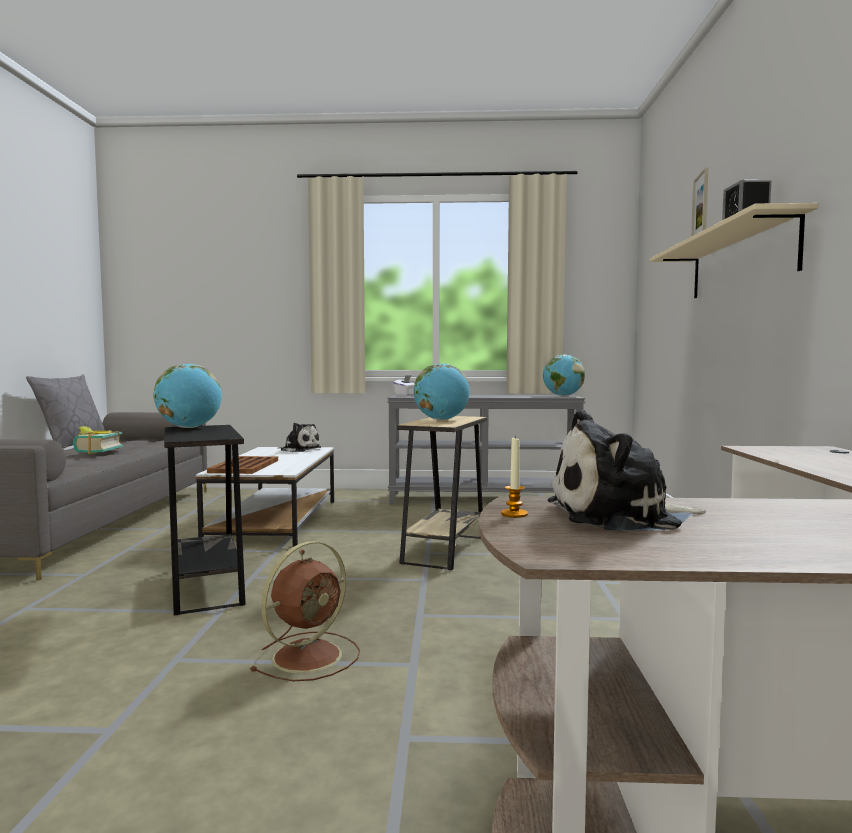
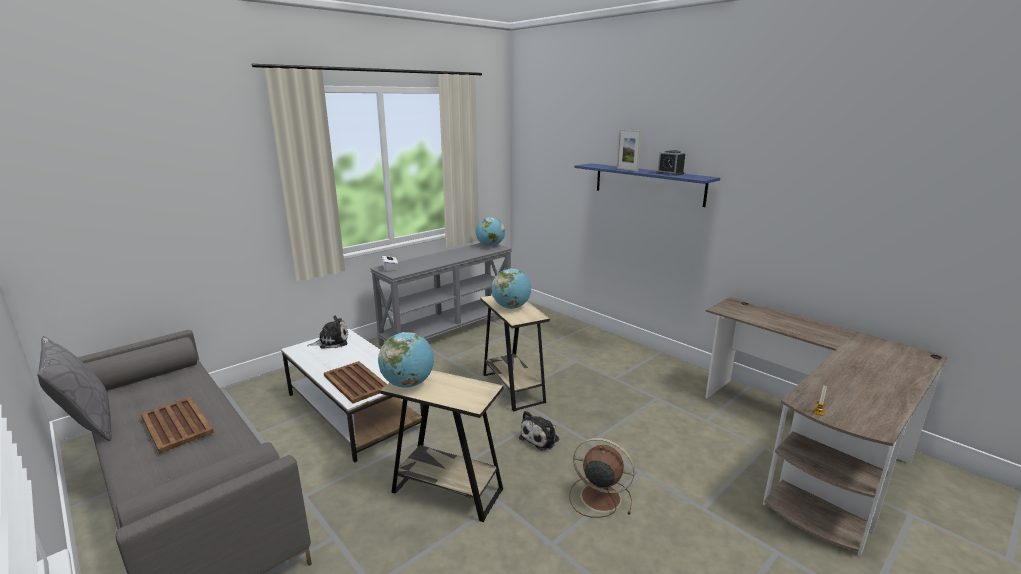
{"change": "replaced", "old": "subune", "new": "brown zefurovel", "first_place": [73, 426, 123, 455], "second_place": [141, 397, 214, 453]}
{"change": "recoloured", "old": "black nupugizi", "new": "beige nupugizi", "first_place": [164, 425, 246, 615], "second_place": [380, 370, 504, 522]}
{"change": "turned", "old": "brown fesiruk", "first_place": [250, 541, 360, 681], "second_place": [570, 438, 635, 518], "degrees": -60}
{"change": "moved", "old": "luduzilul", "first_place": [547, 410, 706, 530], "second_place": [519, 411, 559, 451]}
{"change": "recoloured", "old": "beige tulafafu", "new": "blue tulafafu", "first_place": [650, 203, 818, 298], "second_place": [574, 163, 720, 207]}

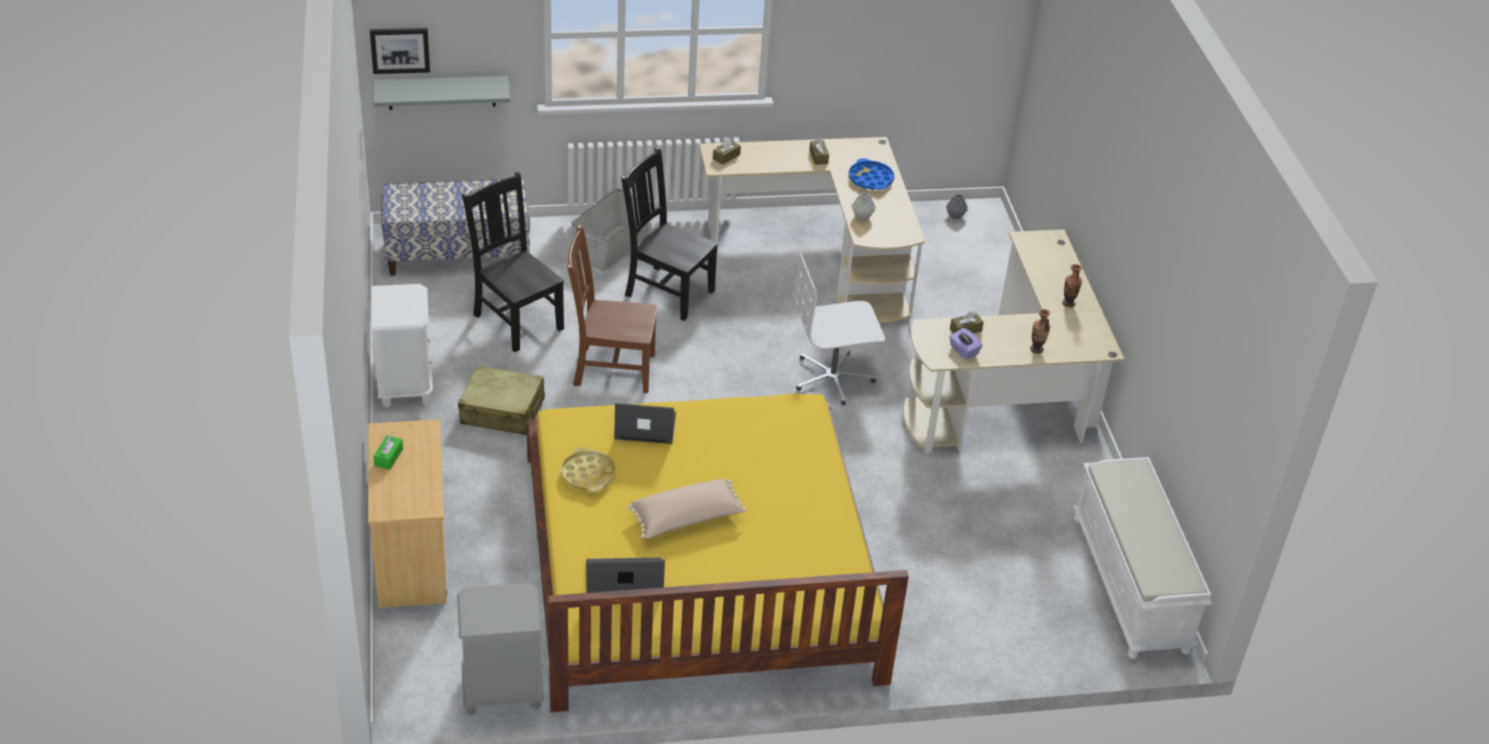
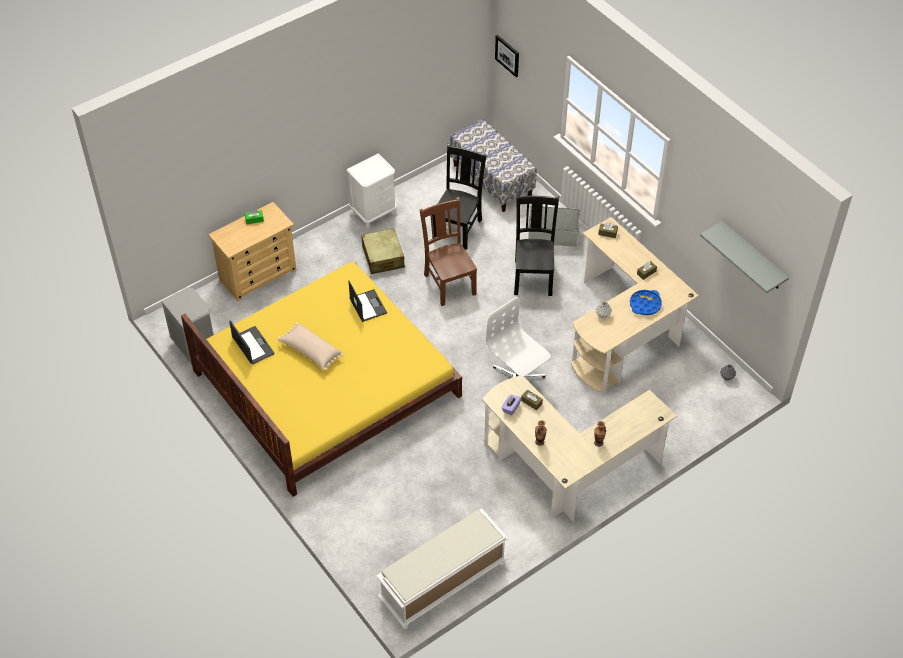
{"change": "moved", "old": "grey tulafafu", "first_place": [374, 76, 510, 110], "second_place": [700, 221, 789, 293]}
{"change": "removed", "old": "yellow zefurovel", "first_place": [561, 447, 616, 492]}

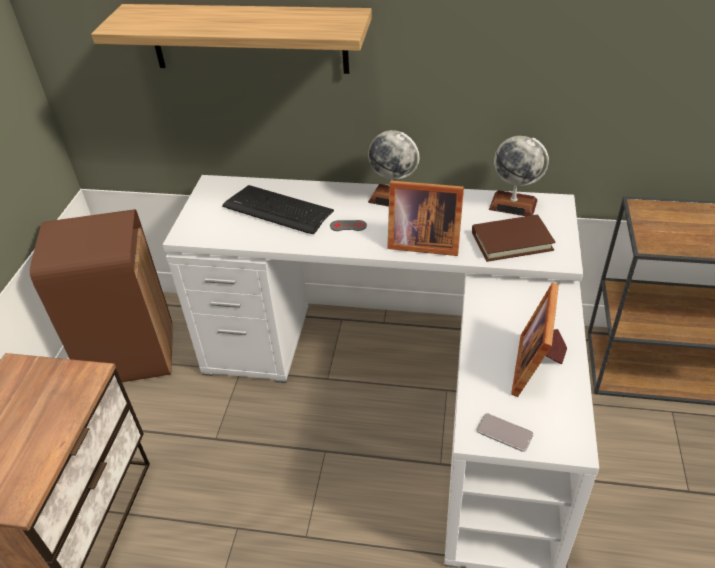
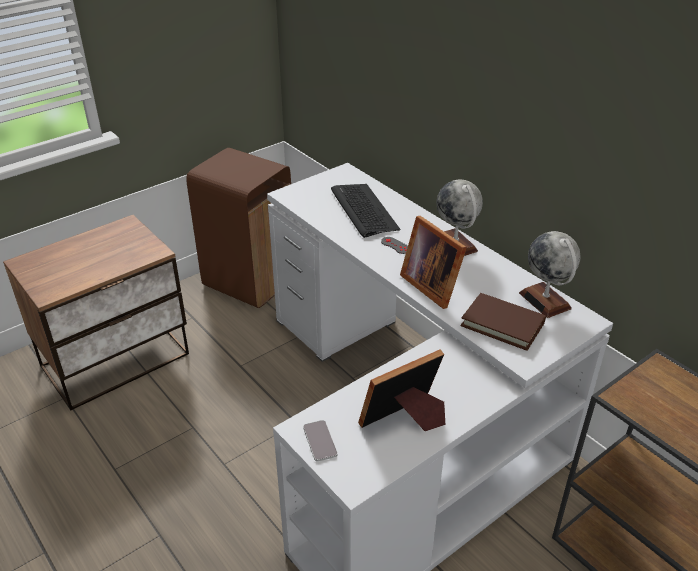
{"change": "removed", "old": "tulafafu", "first_place": [91, 4, 372, 74]}

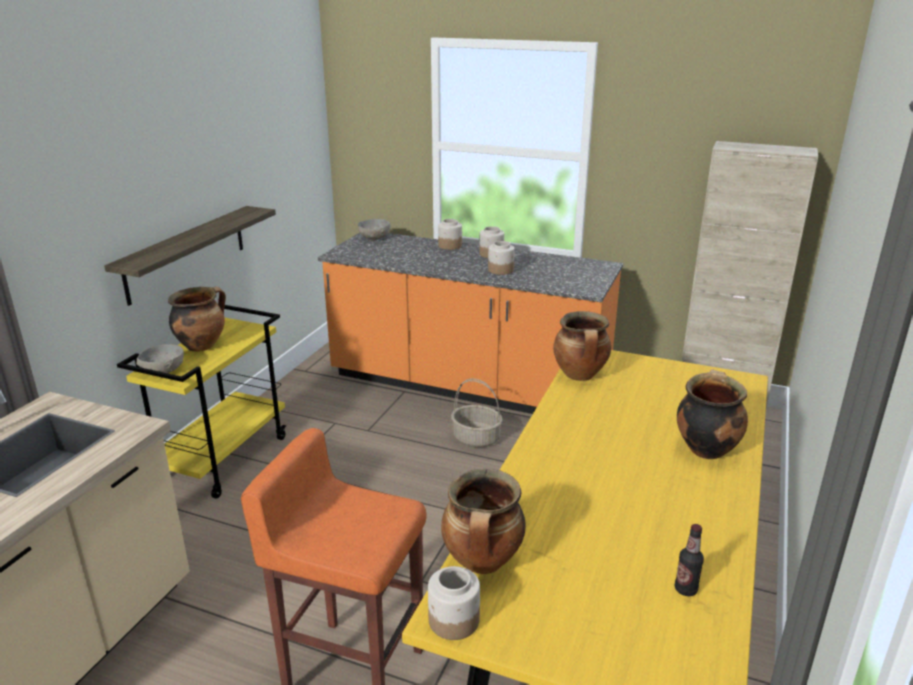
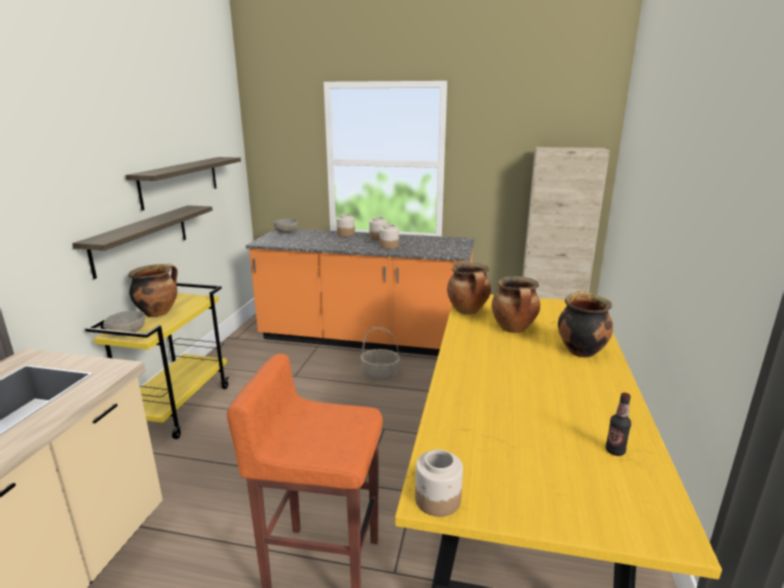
{"change": "moved", "old": "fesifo", "first_place": [441, 469, 526, 574], "second_place": [492, 276, 540, 333]}
{"change": "added", "new": "tulafafu", "second_place": [125, 157, 241, 211]}

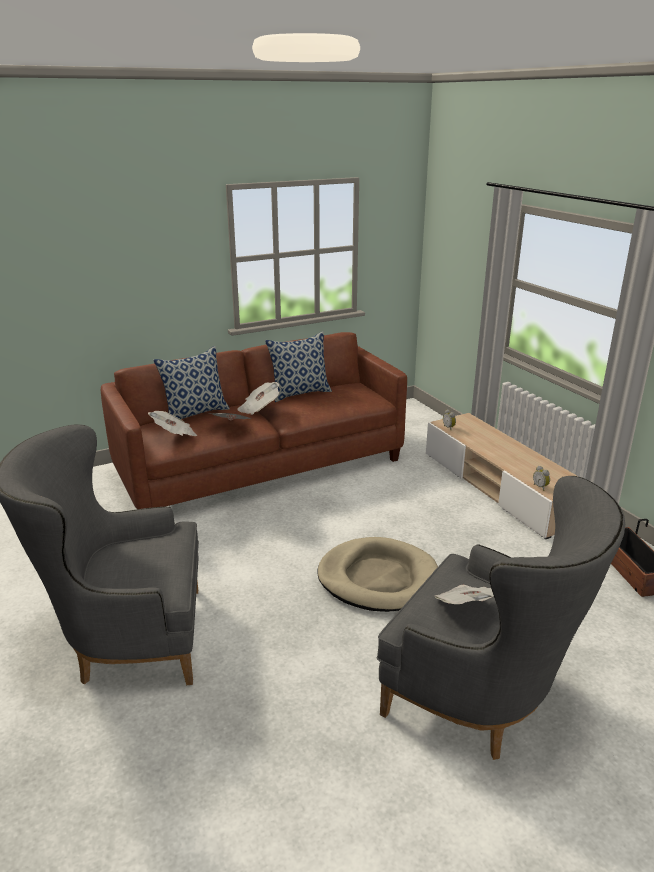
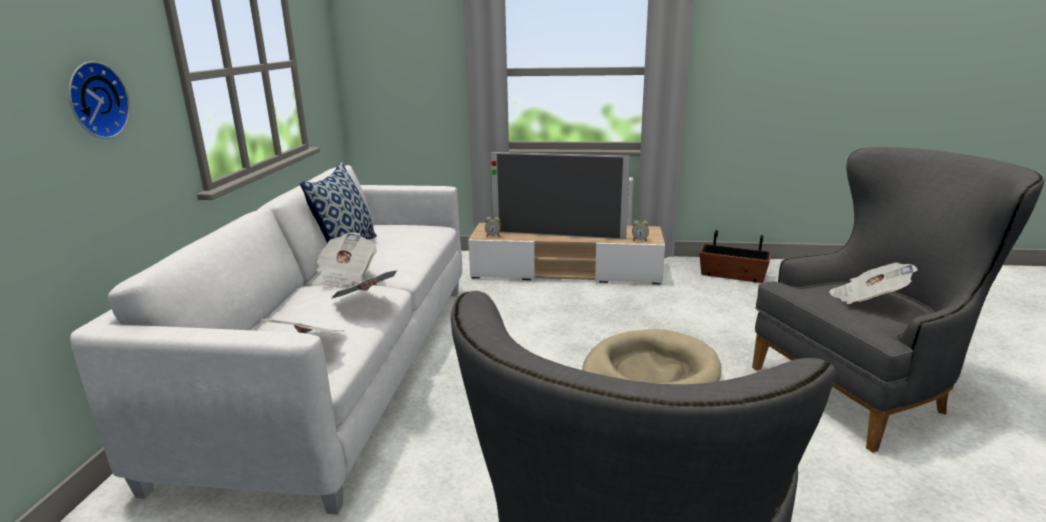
{"change": "recoloured", "old": "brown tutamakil", "new": "white tutamakil", "first_place": [101, 332, 407, 509], "second_place": [70, 165, 462, 515]}
{"change": "removed", "old": "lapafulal", "first_place": [153, 346, 230, 419]}
{"change": "added", "new": "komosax", "second_place": [69, 61, 130, 139]}
{"change": "added", "new": "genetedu", "second_place": [490, 152, 630, 240]}

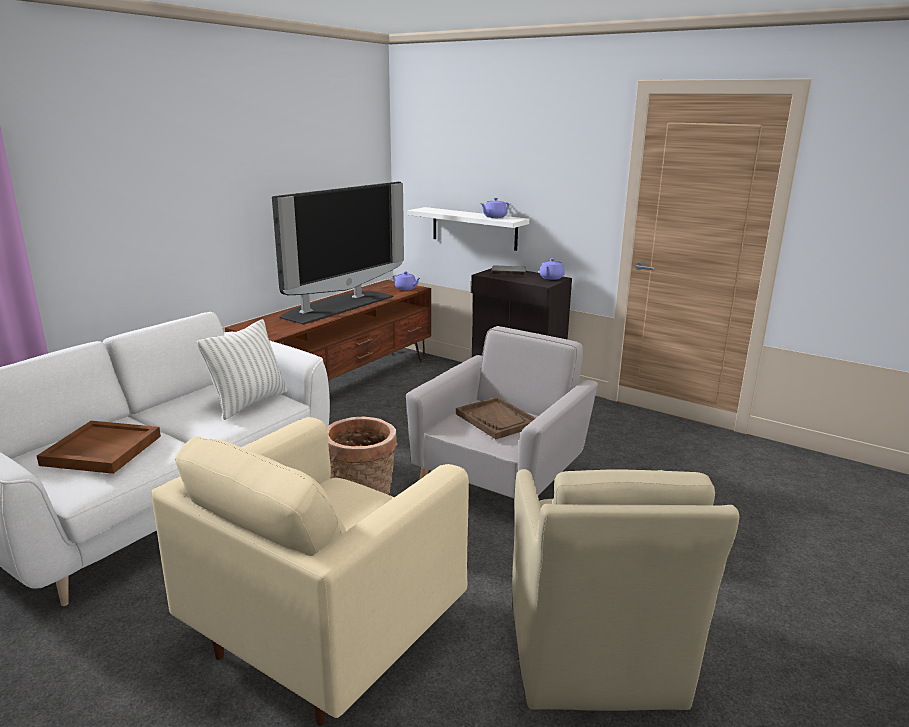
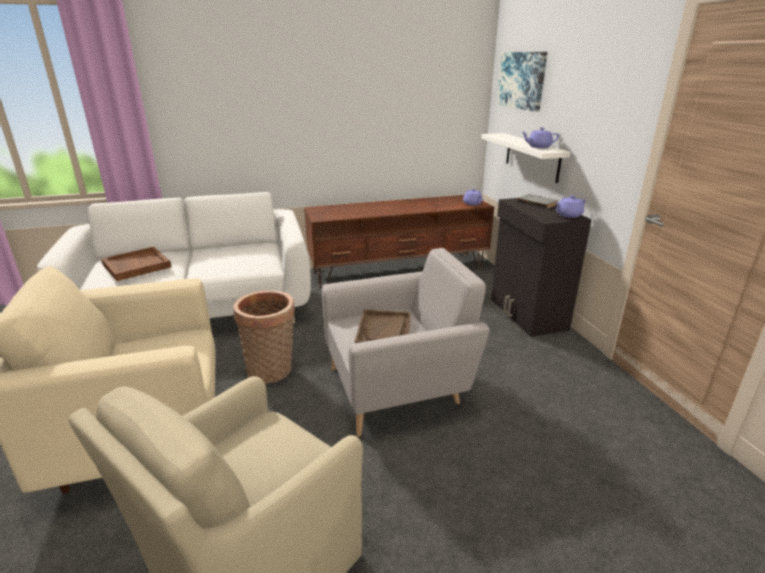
{"change": "removed", "old": "white lapafulal", "first_place": [197, 319, 288, 420]}
{"change": "removed", "old": "genetedu", "first_place": [272, 182, 404, 325]}
{"change": "added", "new": "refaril", "second_place": [497, 52, 548, 112]}

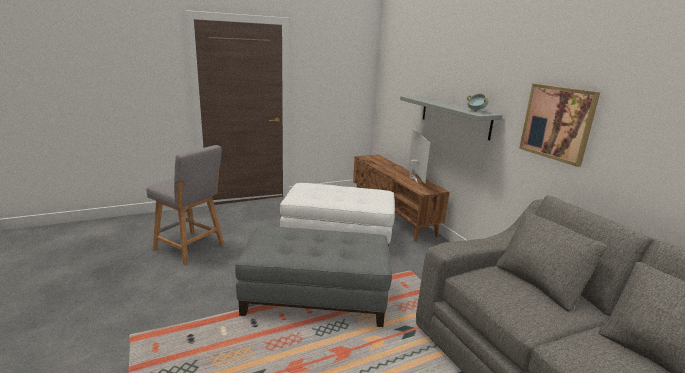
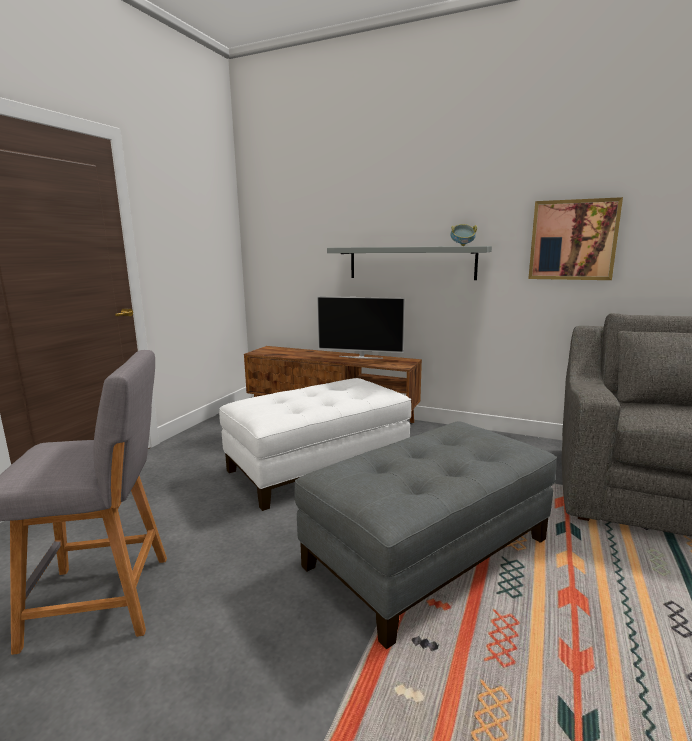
{"change": "turned", "old": "genetedu", "first_place": [409, 128, 430, 184], "second_place": [317, 296, 405, 359], "degrees": 150}

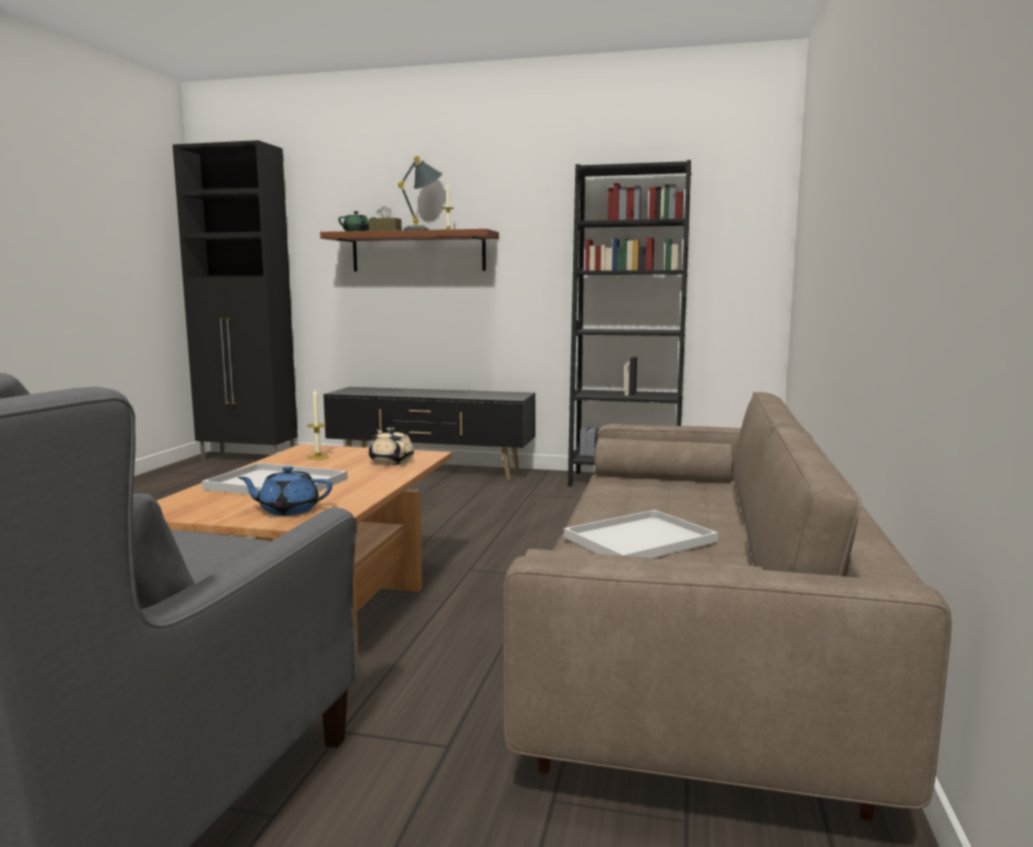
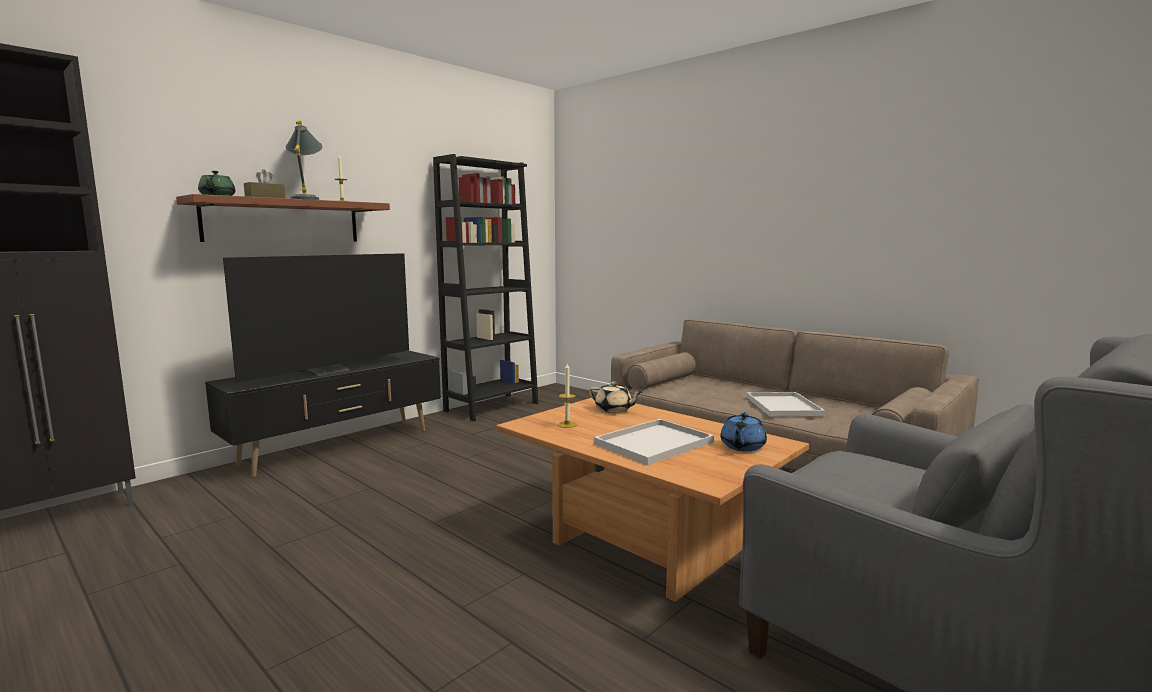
{"change": "turned", "old": "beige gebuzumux", "first_place": [369, 427, 414, 465], "second_place": [589, 382, 642, 413], "degrees": -150}
{"change": "added", "new": "genetedu", "second_place": [223, 253, 409, 383]}

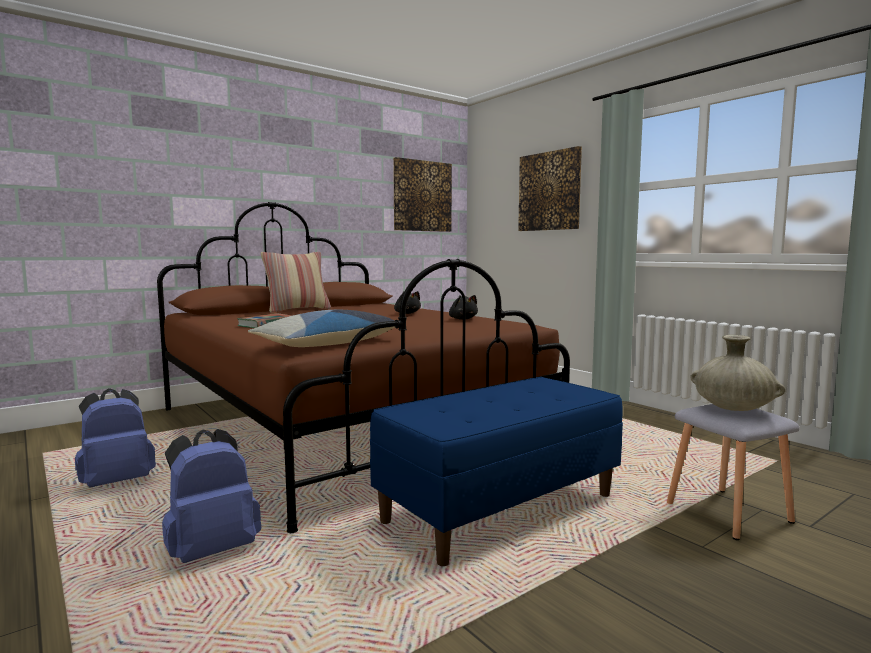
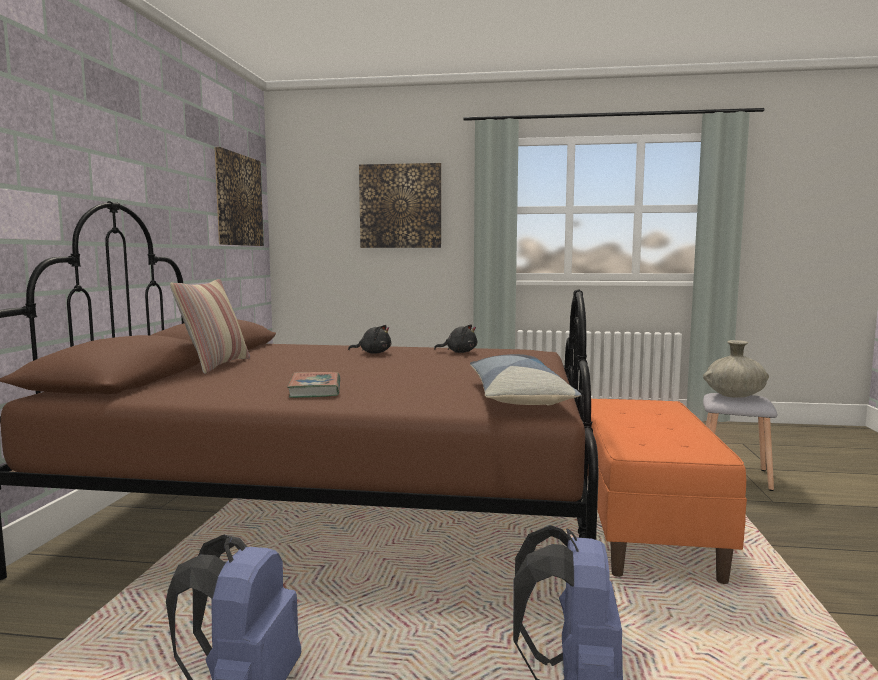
{"change": "recoloured", "old": "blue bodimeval", "new": "orange bodimeval", "first_place": [370, 377, 623, 566], "second_place": [591, 399, 747, 584]}

